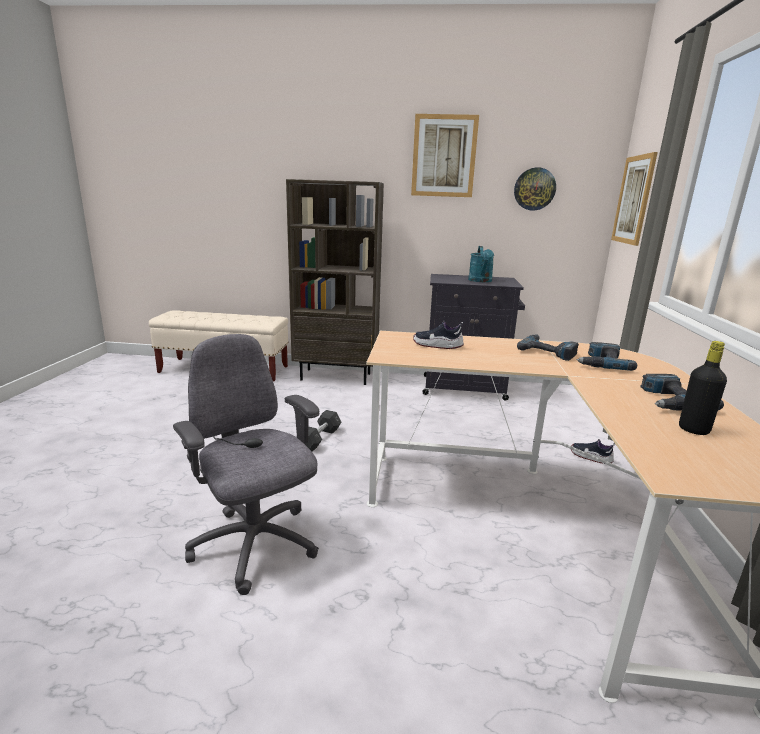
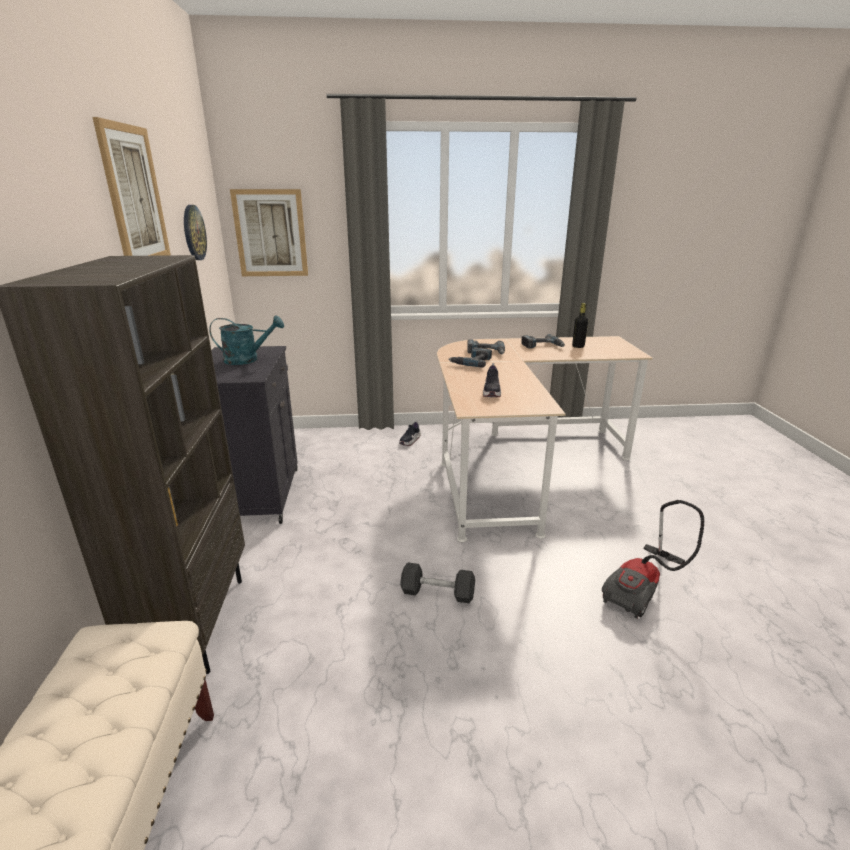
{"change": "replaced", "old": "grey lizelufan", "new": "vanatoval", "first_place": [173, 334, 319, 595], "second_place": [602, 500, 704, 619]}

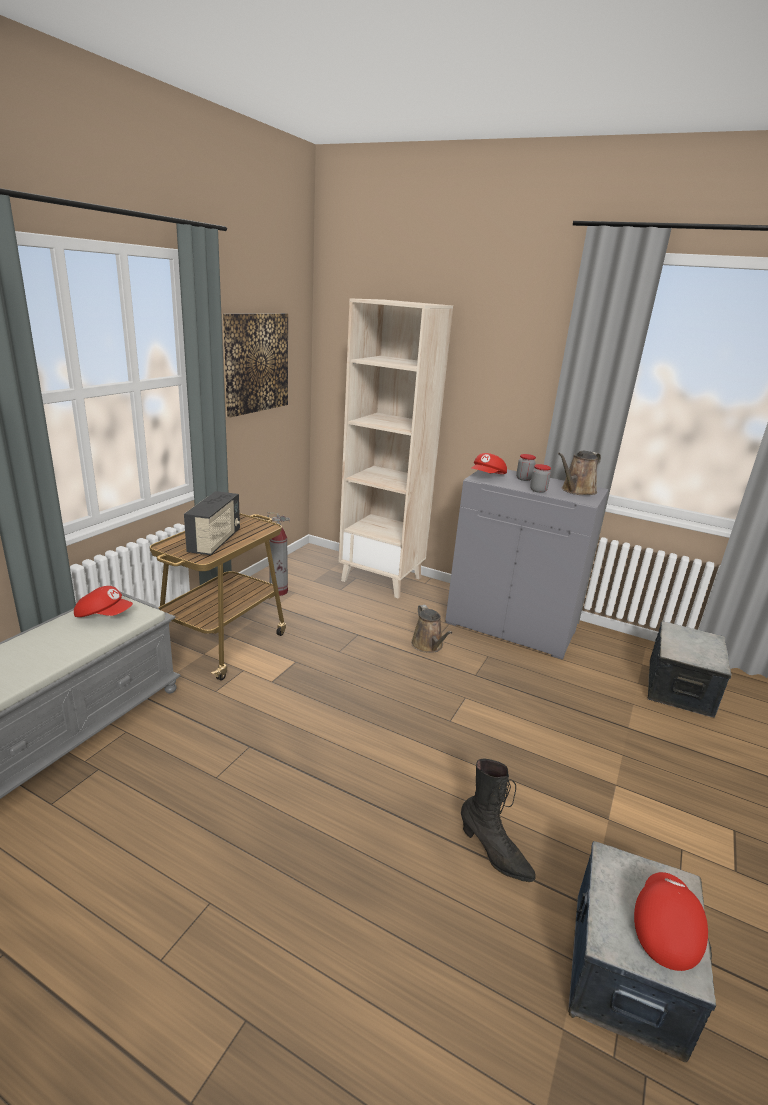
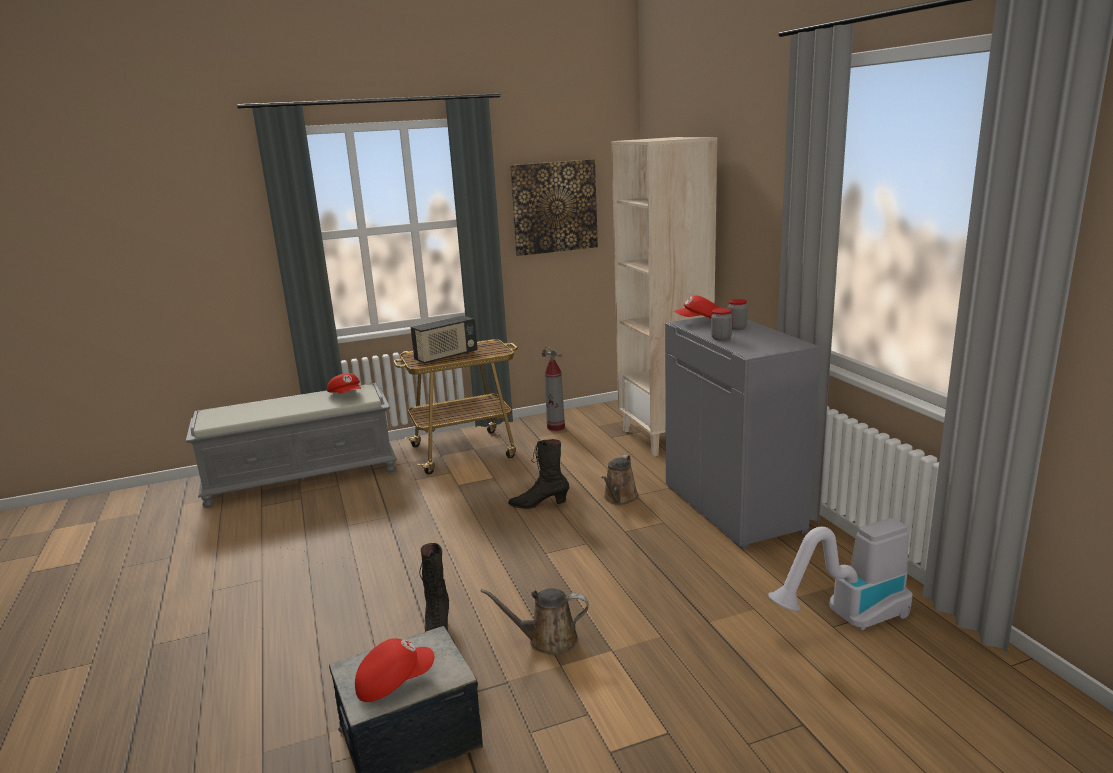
{"change": "moved", "old": "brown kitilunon", "first_place": [558, 451, 601, 495], "second_place": [480, 588, 589, 655]}
{"change": "replaced", "old": "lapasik", "new": "vanatoval", "first_place": [648, 621, 731, 718], "second_place": [768, 518, 913, 630]}
{"change": "added", "new": "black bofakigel", "second_place": [508, 439, 569, 509]}

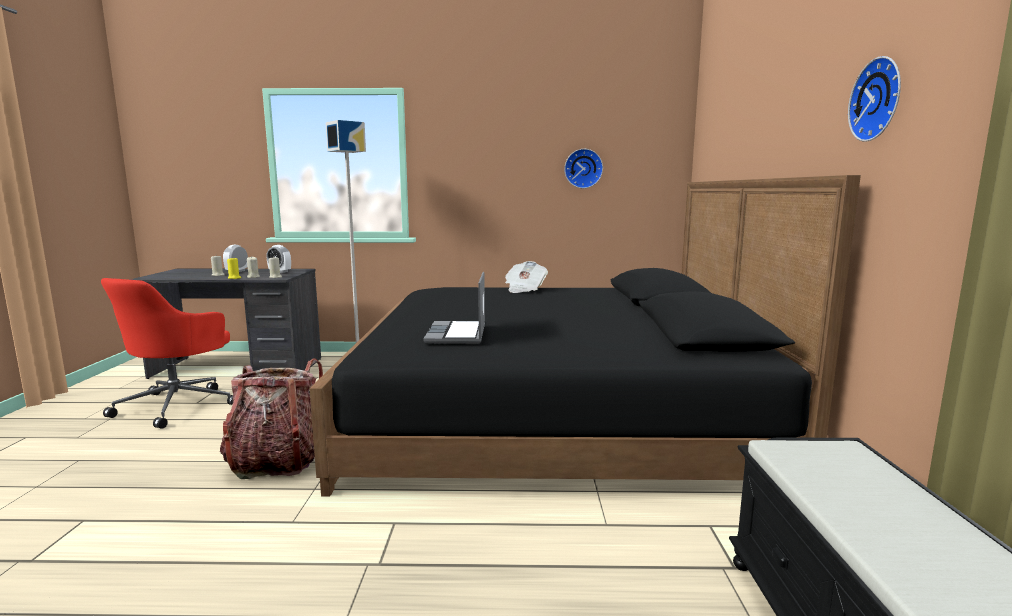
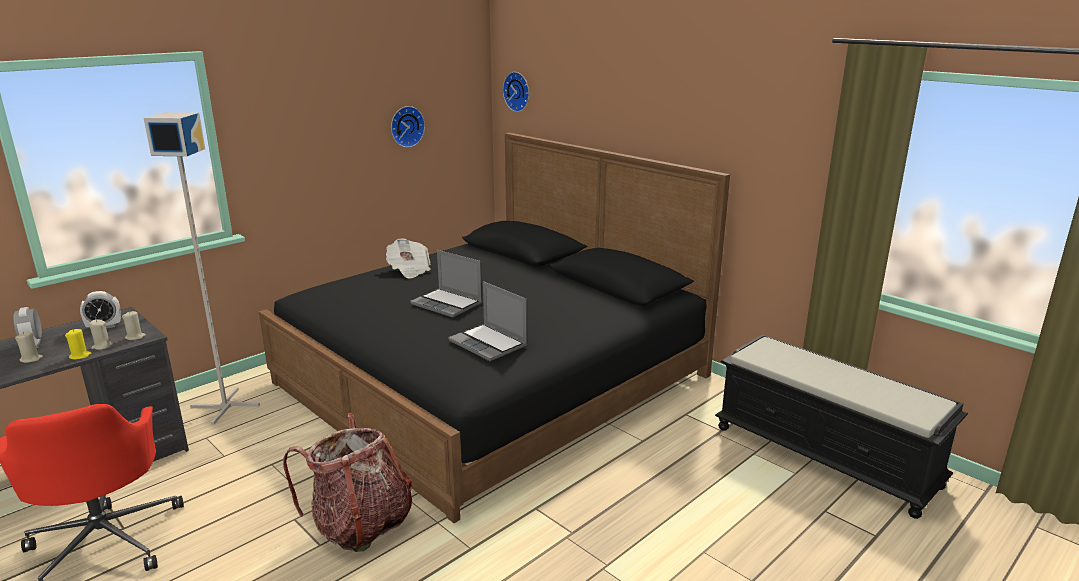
{"change": "moved", "old": "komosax", "first_place": [848, 56, 901, 142], "second_place": [503, 72, 529, 112]}
{"change": "added", "new": "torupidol", "second_place": [410, 250, 482, 317]}

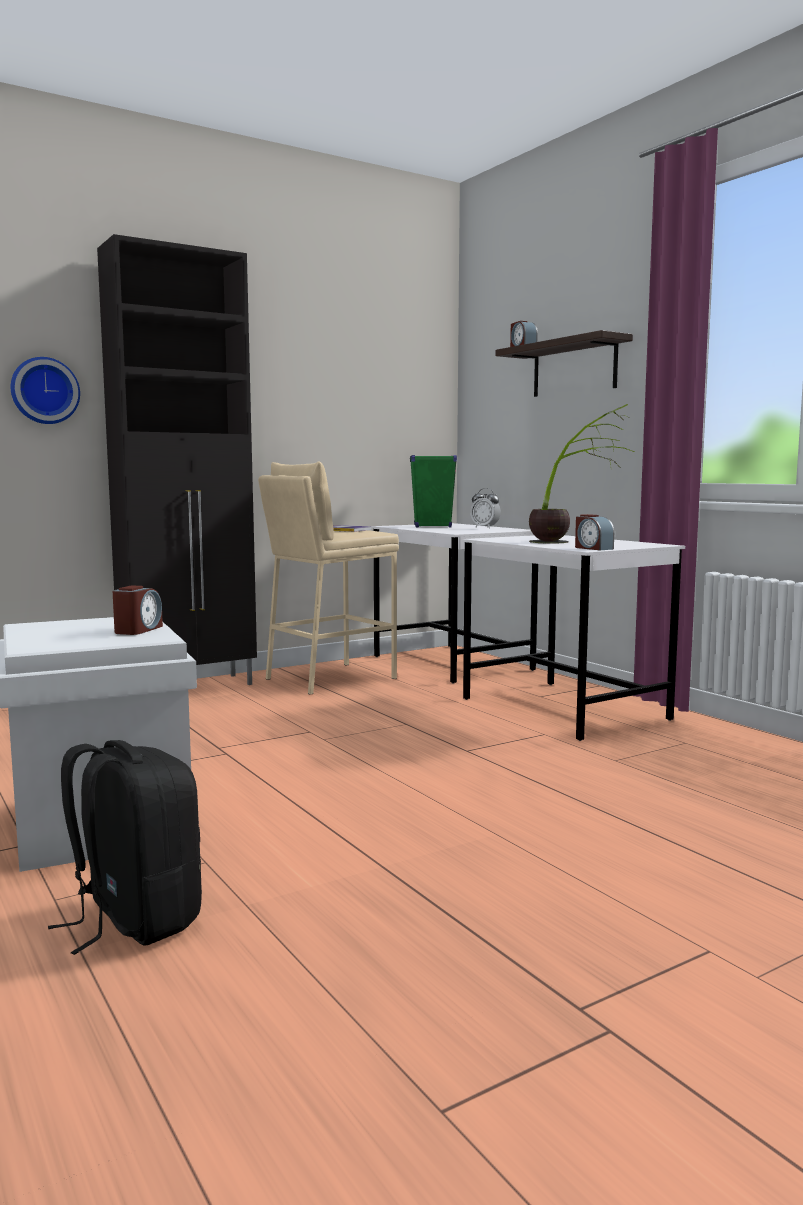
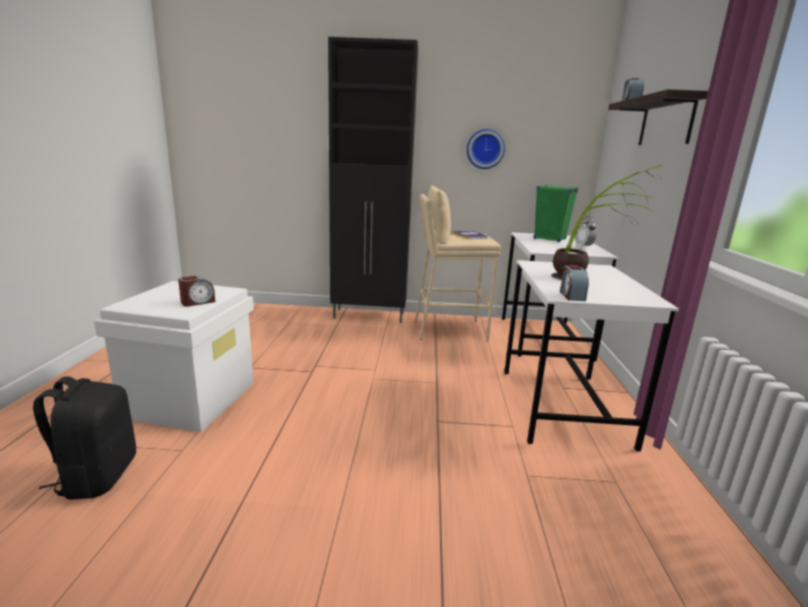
{"change": "moved", "old": "komosax", "first_place": [11, 357, 80, 424], "second_place": [467, 129, 505, 169]}

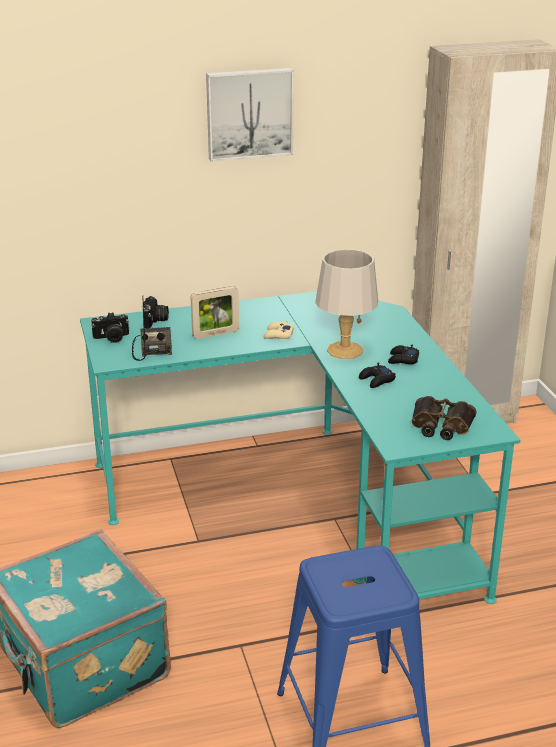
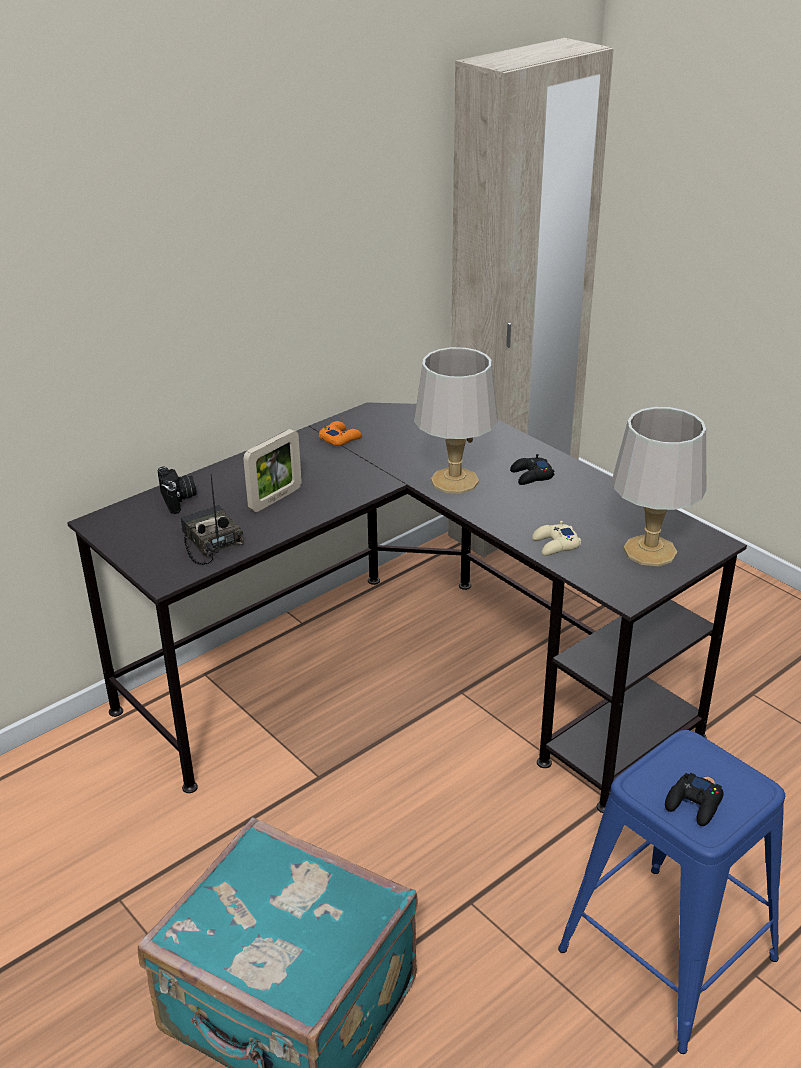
{"change": "recoloured", "old": "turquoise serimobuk", "new": "black serimobuk", "first_place": [80, 291, 521, 604], "second_place": [67, 403, 747, 813]}
{"change": "removed", "old": "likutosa", "first_place": [91, 312, 129, 343]}
{"change": "removed", "old": "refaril", "first_place": [206, 68, 294, 162]}
{"change": "moved", "old": "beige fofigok", "first_place": [264, 320, 294, 339], "second_place": [532, 521, 581, 556]}
{"change": "moved", "old": "black fofigok", "first_place": [359, 363, 396, 388], "second_place": [665, 773, 724, 826]}
{"change": "replaced", "old": "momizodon", "new": "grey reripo", "first_place": [412, 396, 477, 440], "second_place": [612, 407, 706, 566]}
{"change": "added", "new": "orange fofigok", "second_place": [319, 421, 362, 446]}

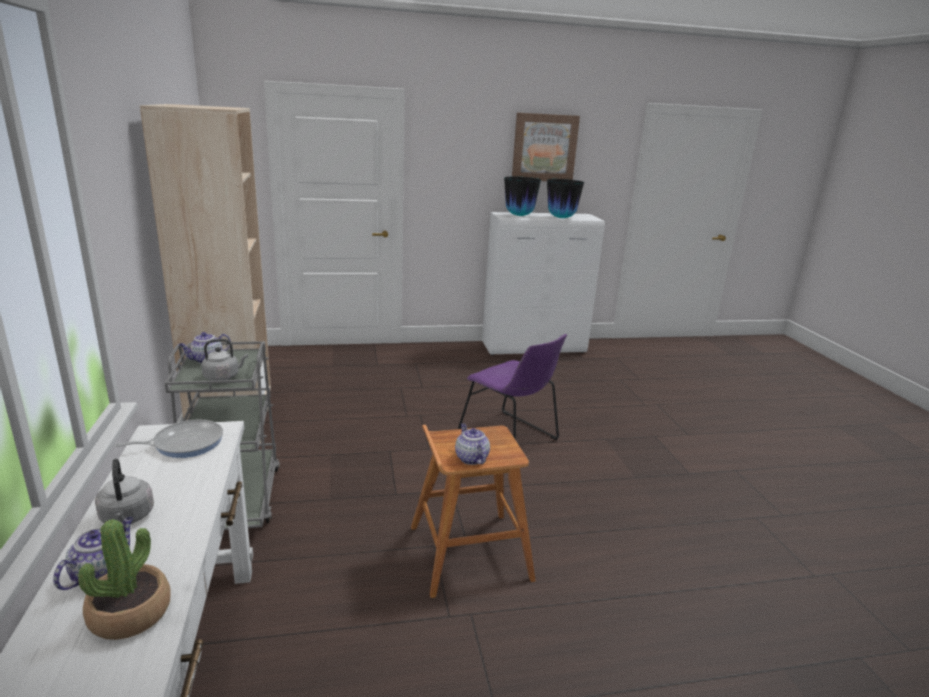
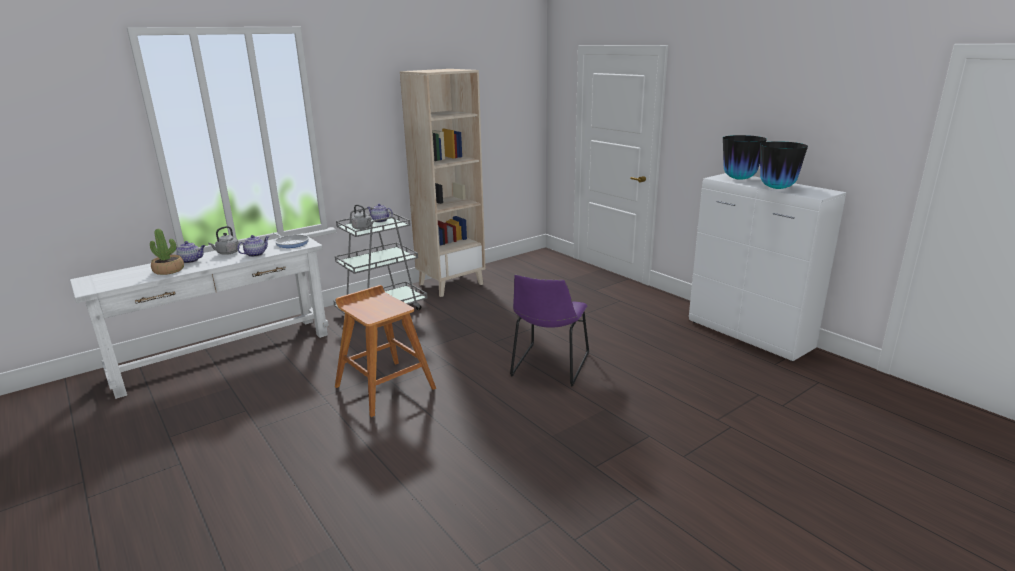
{"change": "moved", "old": "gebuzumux", "first_place": [455, 424, 490, 465], "second_place": [237, 235, 269, 257]}
{"change": "removed", "old": "refaril", "first_place": [512, 113, 580, 181]}

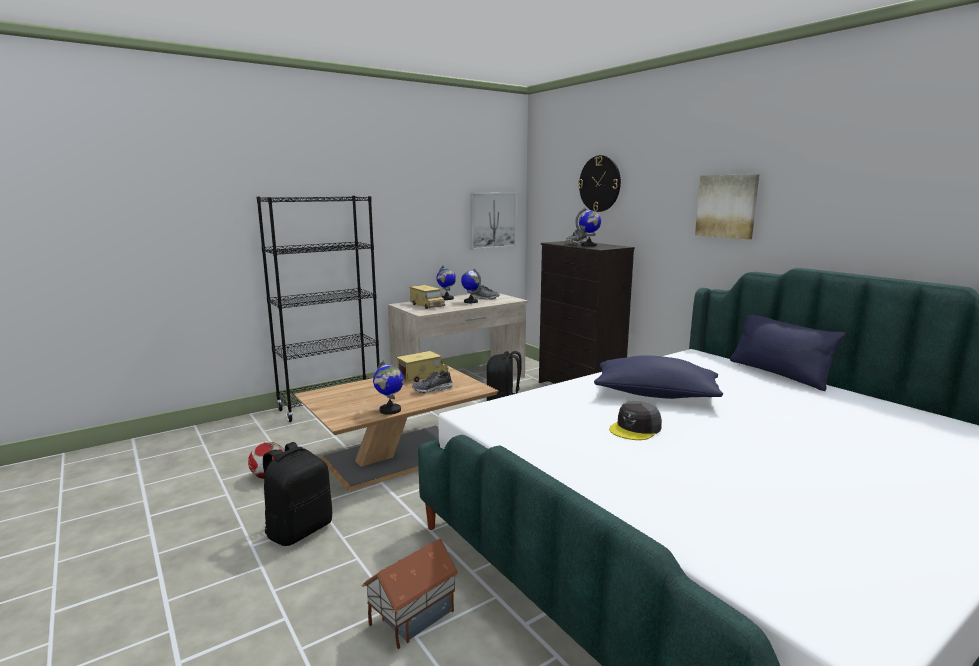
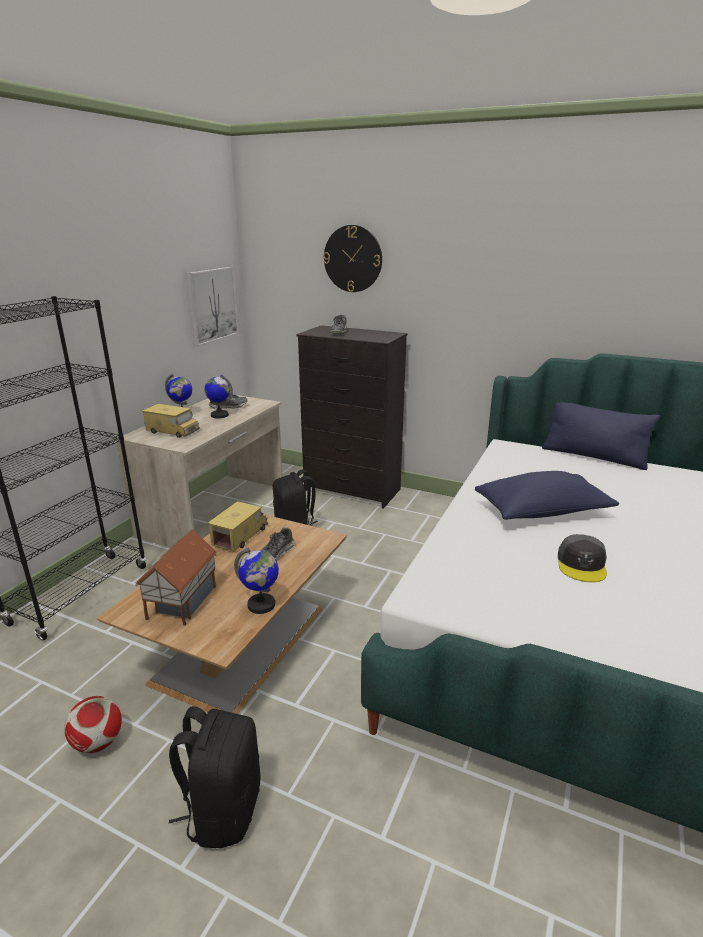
{"change": "moved", "old": "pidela", "first_place": [362, 539, 459, 649], "second_place": [135, 529, 217, 626]}
{"change": "removed", "old": "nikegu", "first_place": [575, 208, 601, 247]}
{"change": "removed", "old": "refaril", "first_place": [695, 174, 759, 240]}

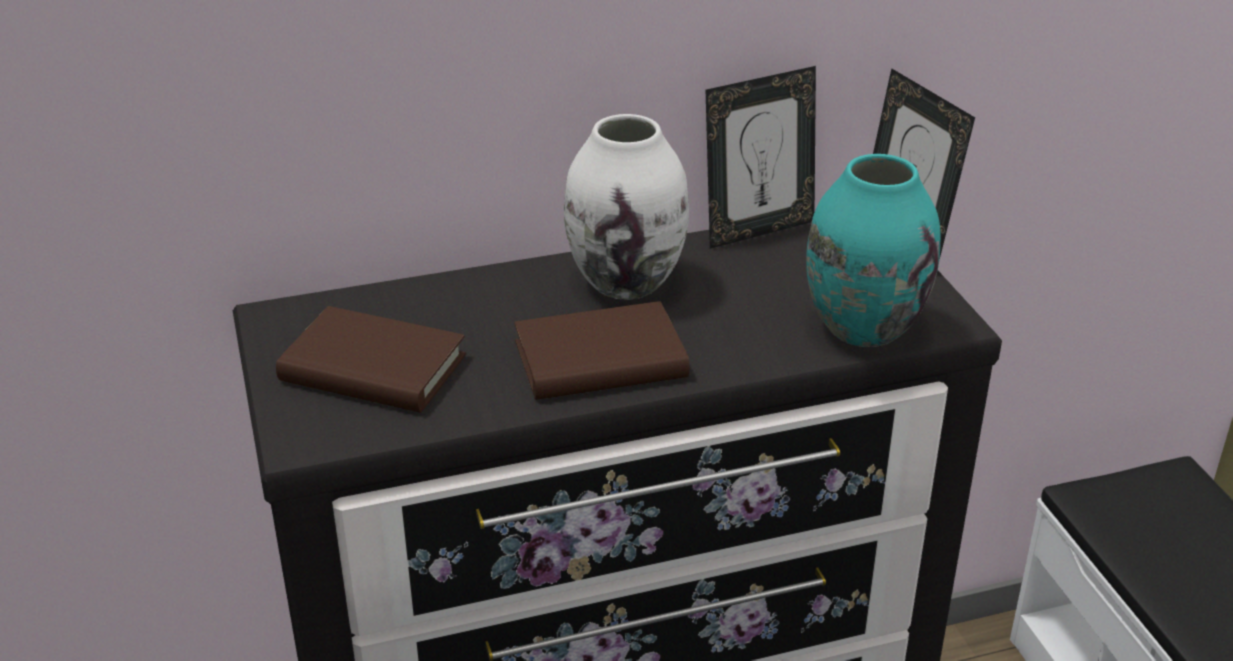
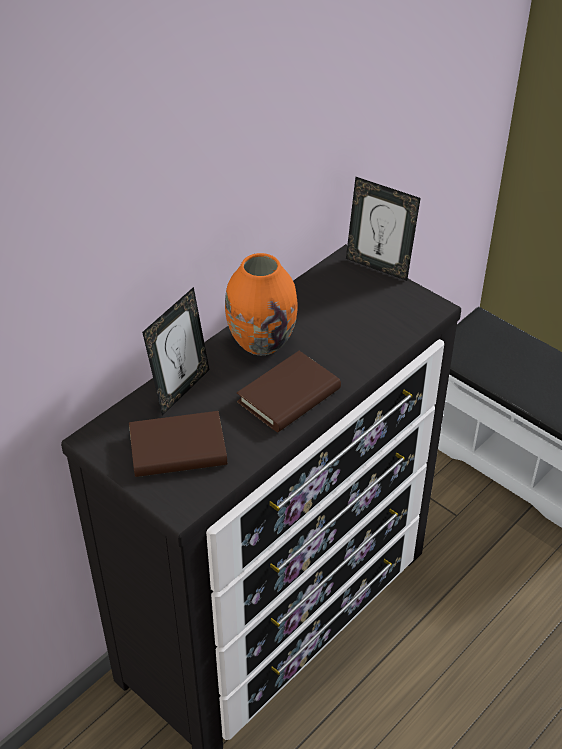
{"change": "recoloured", "old": "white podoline", "new": "orange podoline", "first_place": [564, 114, 689, 300], "second_place": [225, 253, 298, 355]}
{"change": "moved", "old": "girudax", "first_place": [706, 66, 816, 249], "second_place": [142, 287, 209, 416]}
{"change": "removed", "old": "turquoise podoline", "first_place": [806, 154, 941, 347]}

